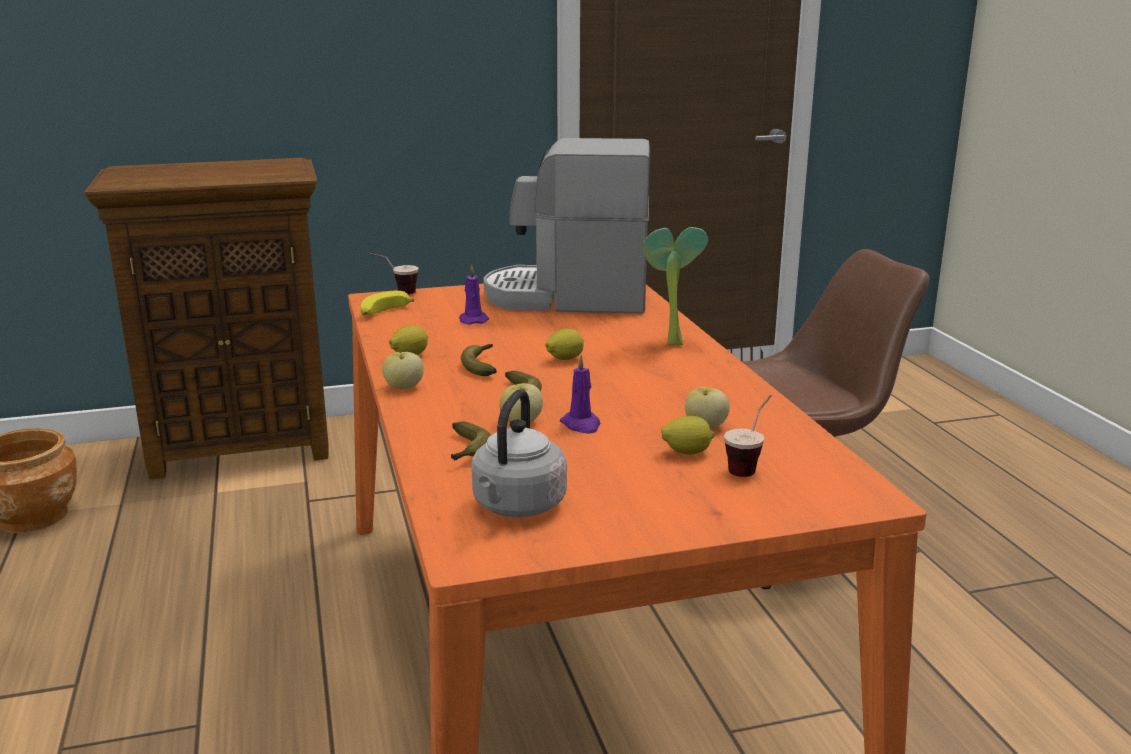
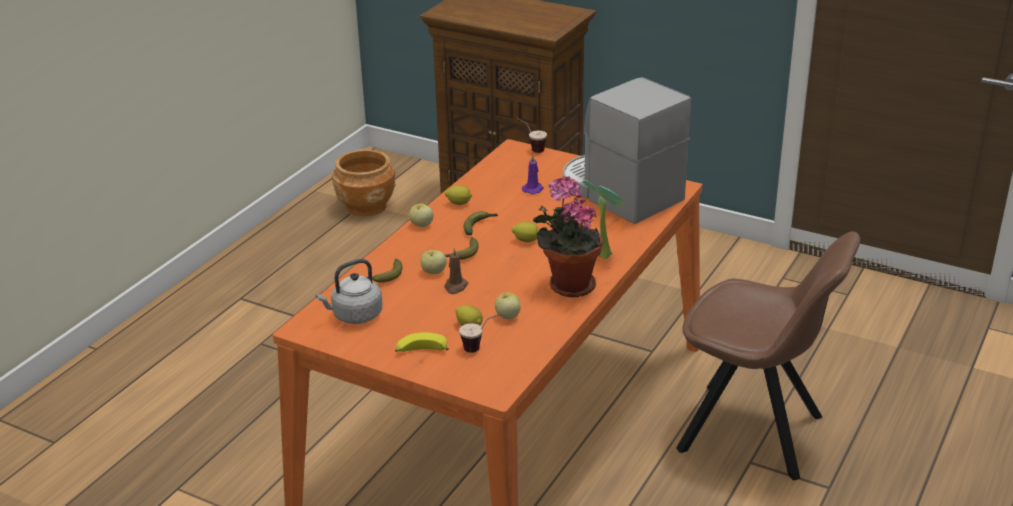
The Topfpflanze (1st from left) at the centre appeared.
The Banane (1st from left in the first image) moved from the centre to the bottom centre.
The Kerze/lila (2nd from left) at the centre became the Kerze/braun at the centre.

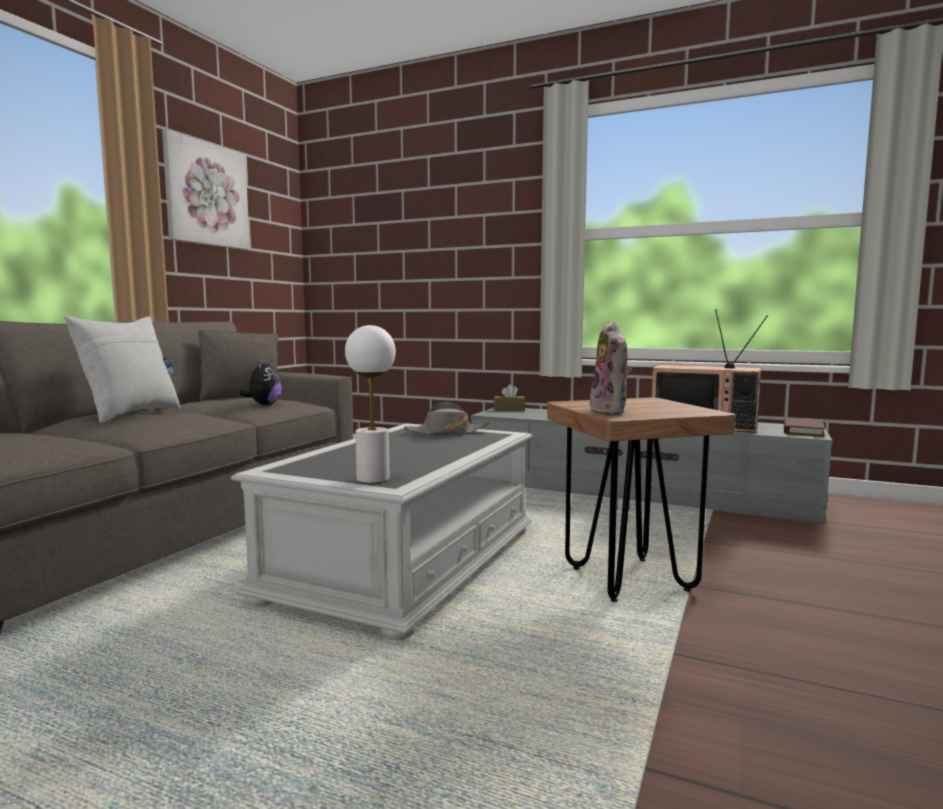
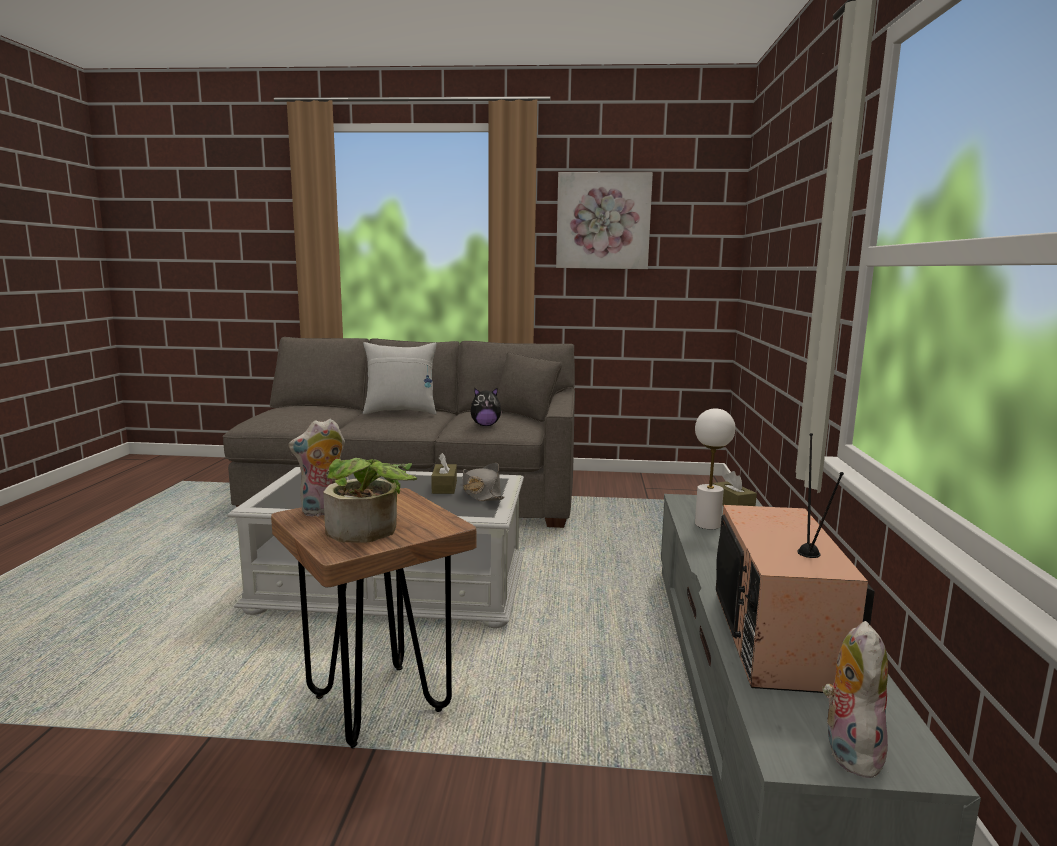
The Topfpflanze at the centre appeared.
The Taschentuchbox/braun (1st from left) at the centre appeared.
The Tischlampe/weiß moved from the centre to the middle right.
The Buch/braun at the middle right was replaced by the Plüschtier (3rd from left) at the bottom right.

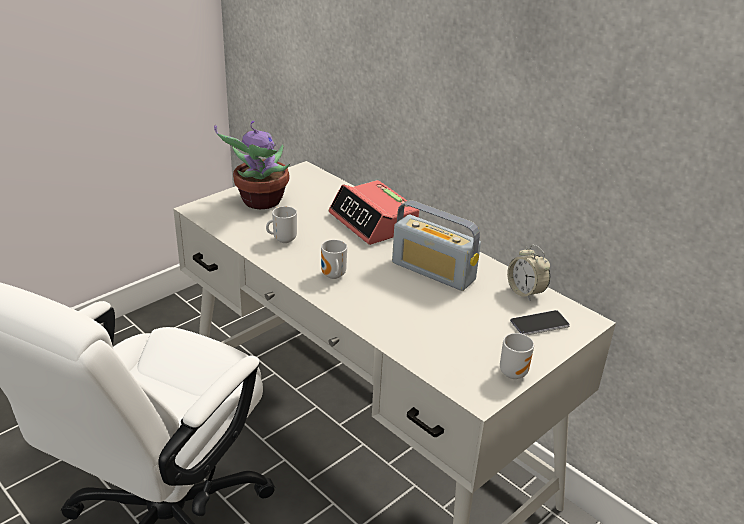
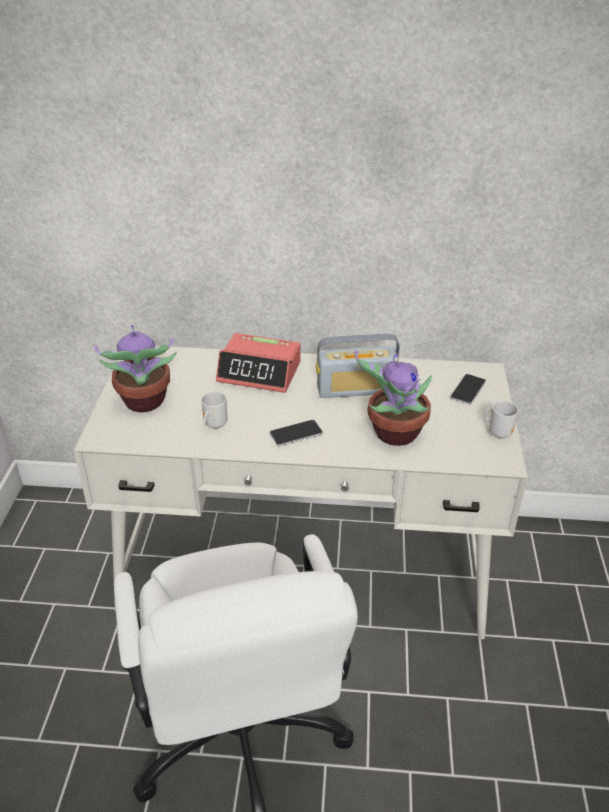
The Wecker (2nd from left) at the middle right disappeared.
The Topfpflanze (2nd from left) at the centre appeared.
The Henkelbecher (2nd from left) at the centre was replaced by the Handy (1st from left) at the centre.

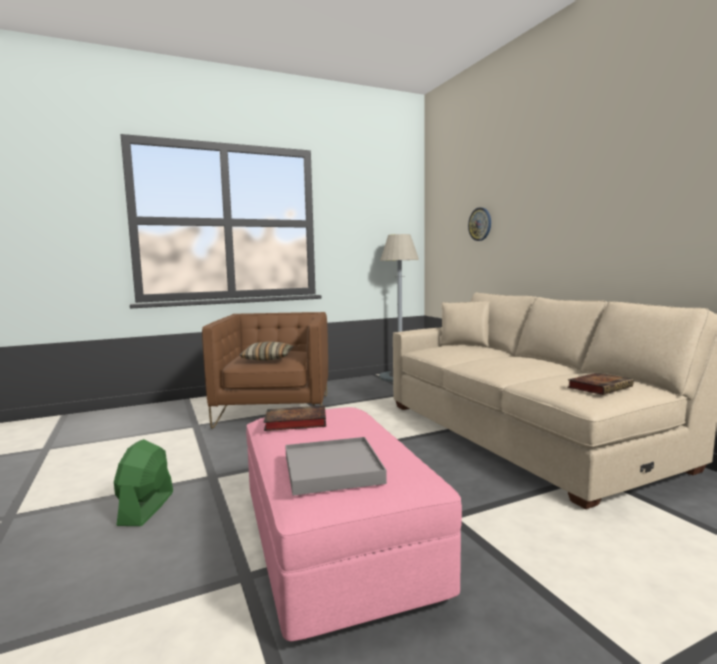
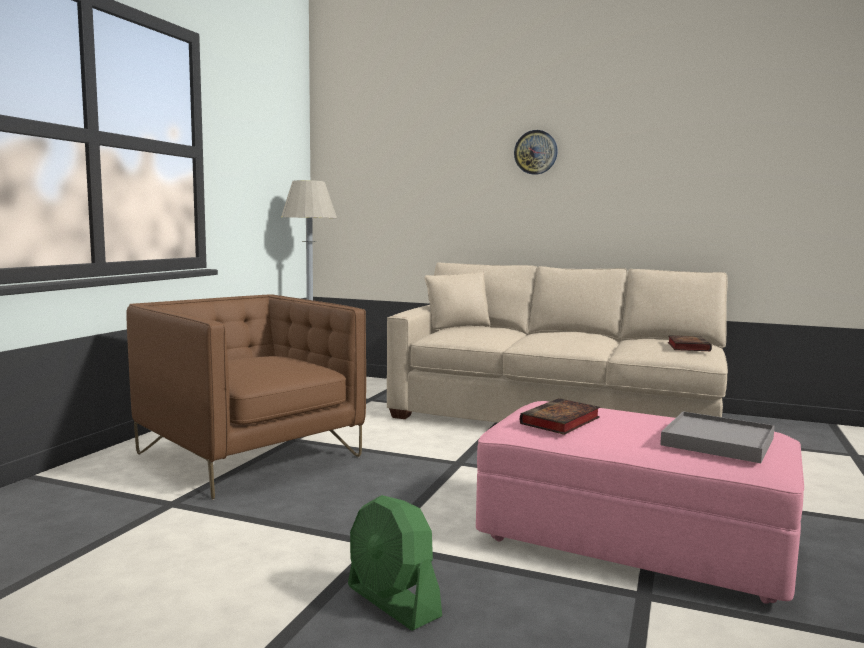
The Kissen at the centre disappeared.
The Wanduhr moved from the middle right to the top centre.

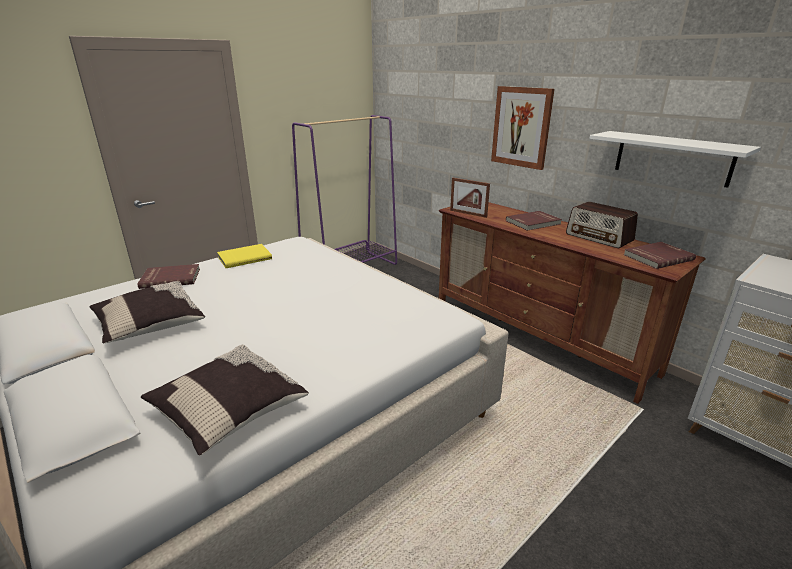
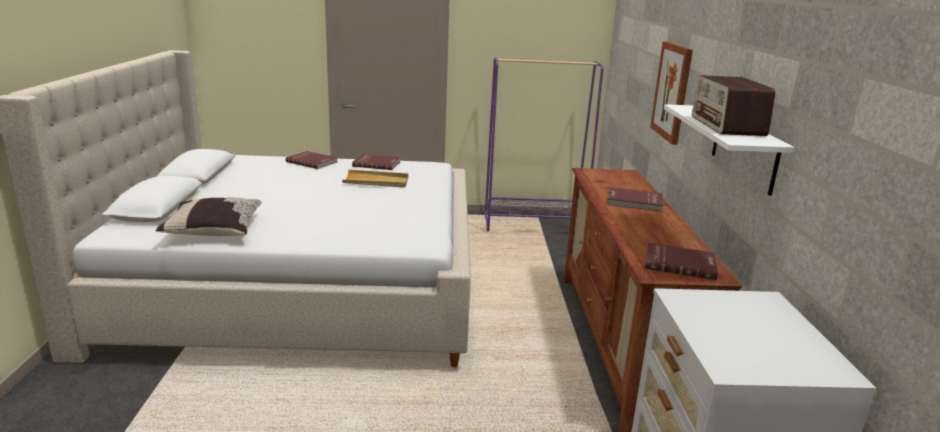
The Kissen (1st from left) at the middle left disappeared.
The Bilderrahmen at the centre disappeared.
The Tablett/beige at the centre appeared.
The Radio moved from the middle right to the top right.
The Buch/gelb at the middle left became the Buch/rot (2nd from left) at the centre.

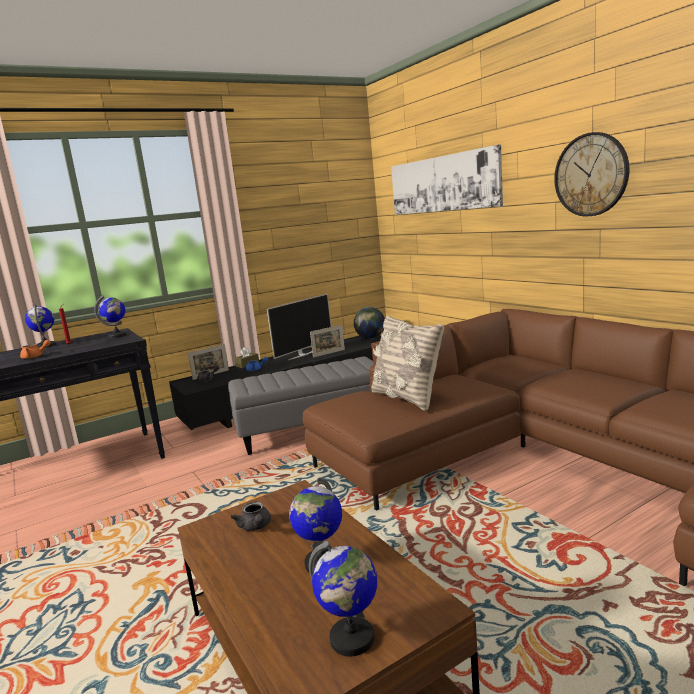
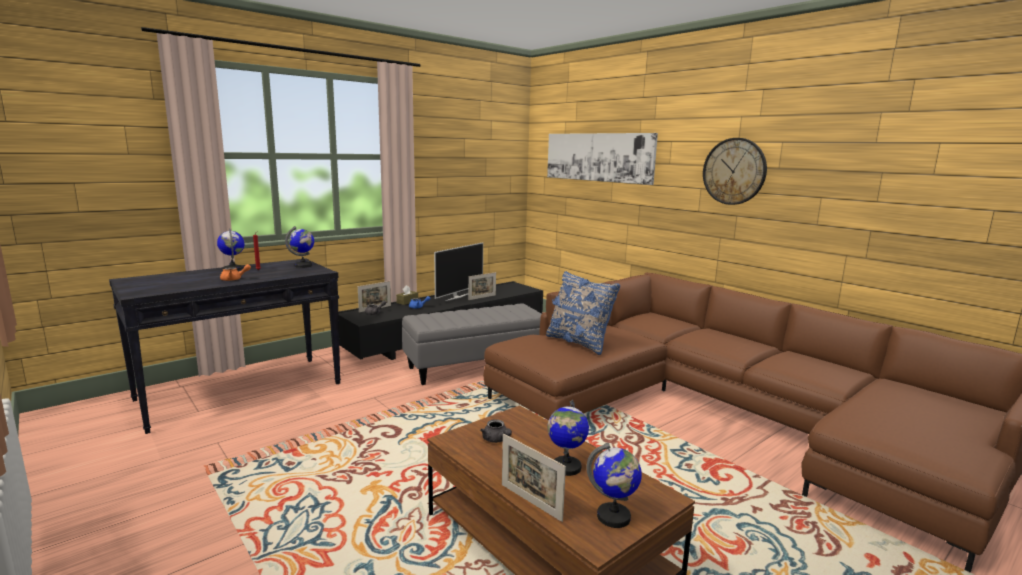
The Globus (5th from left) at the centre disappeared.
The Bilderrahmen (3rd from left) at the bottom centre appeared.
The Kissen/beige at the centre became the Kissen/blau at the centre.

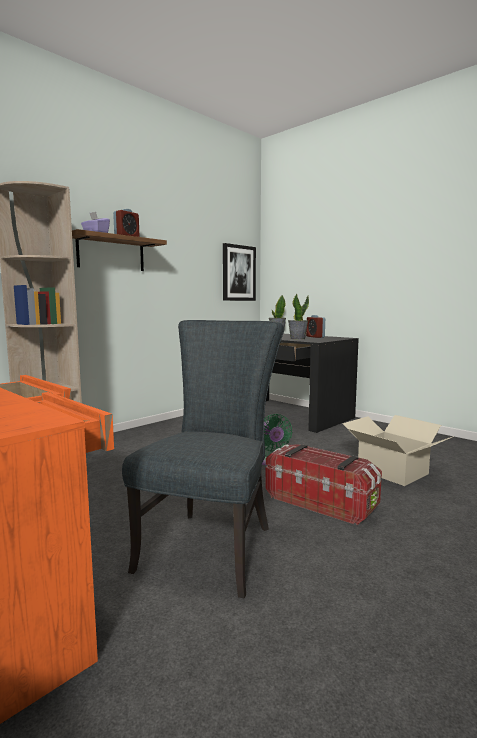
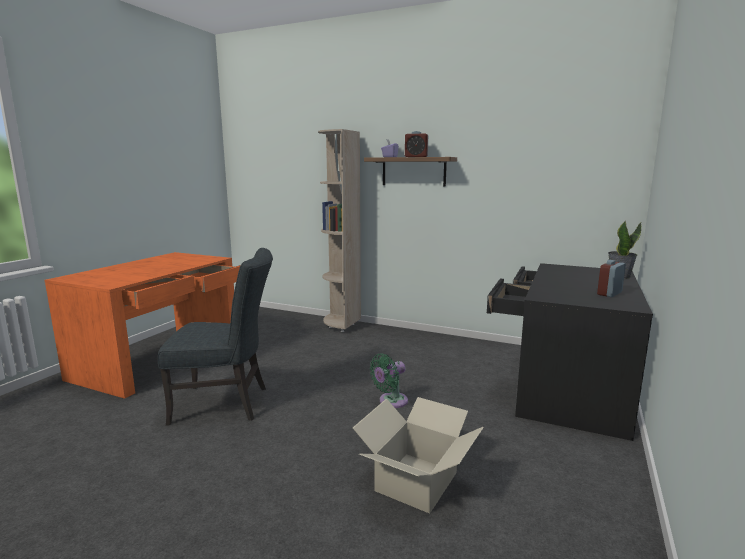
The Bild at the centre disappeared.
The Aufbewahrungsbox at the middle right disappeared.
The Topfpflanze (2nd from left) at the centre disappeared.

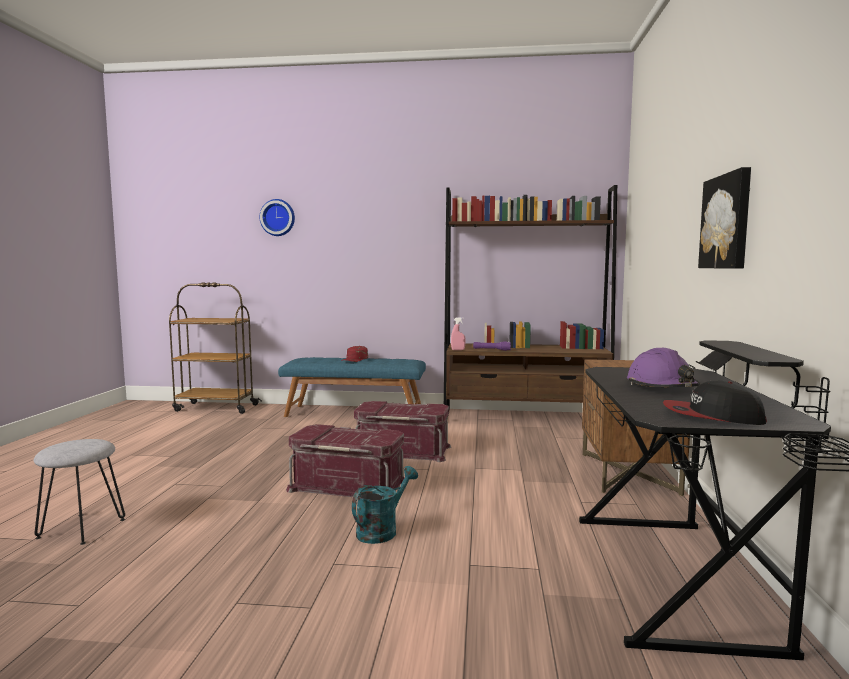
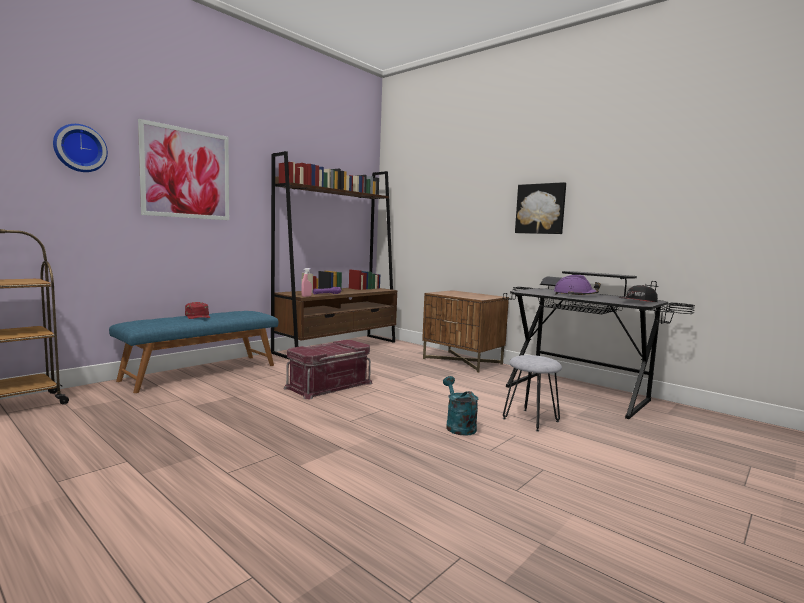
The Aufbewahrungsbox/rot (1st from left) at the bottom centre disappeared.
The Bild (1st from left) at the top left appeared.
The Hocker/grau moved from the bottom left to the centre.

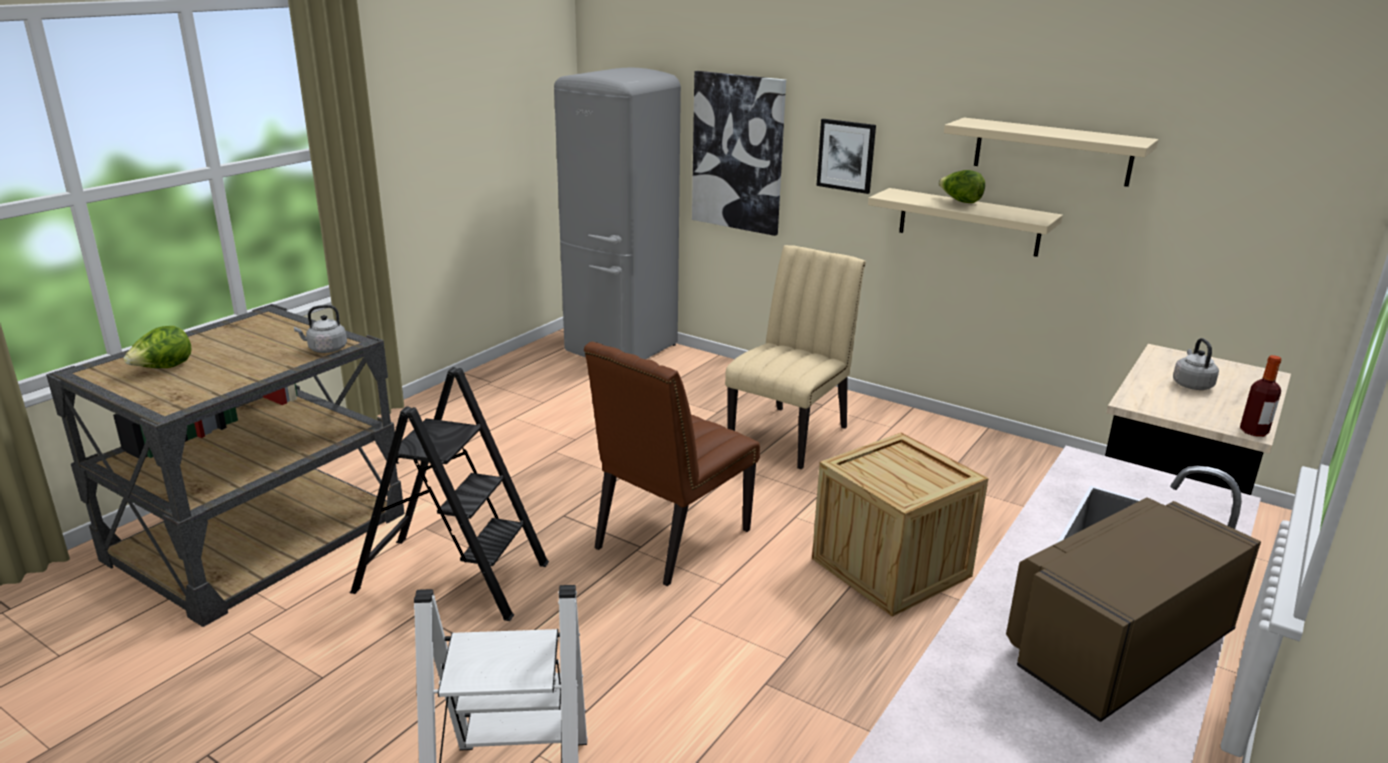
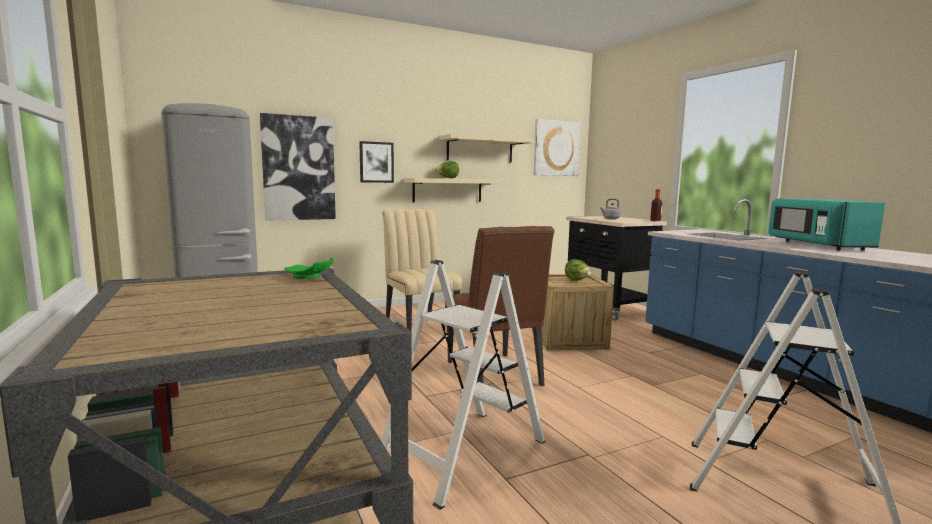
The Bild (3rd from left) at the top centre appeared.
The Salatkopf (1st from left in the first image) moved from the middle left to the centre.
The Wasserkessel/grau (1st from left) at the middle left was replaced by the Teller/grün at the middle left.
The Trittleiter/schwarz at the middle left became the Trittleiter/weiß (1st from left) at the bottom centre.
The Mikrowelle/braun at the bottom right became the Mikrowelle/türkis at the middle right.

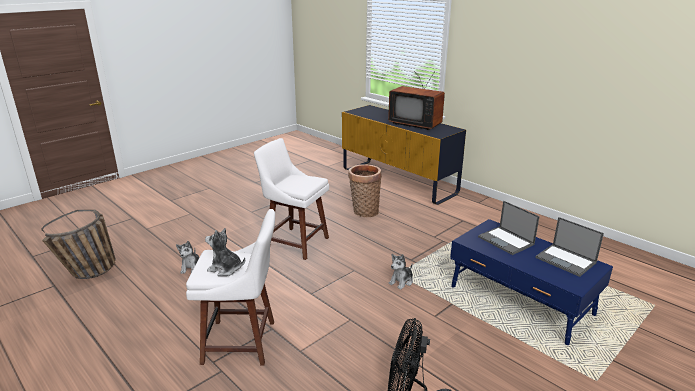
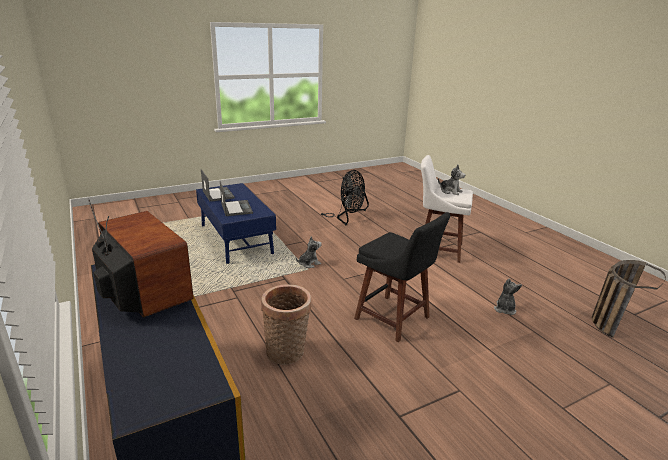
The Hocker/weiß (2nd from left) at the centre became the Hocker/schwarz at the centre.

